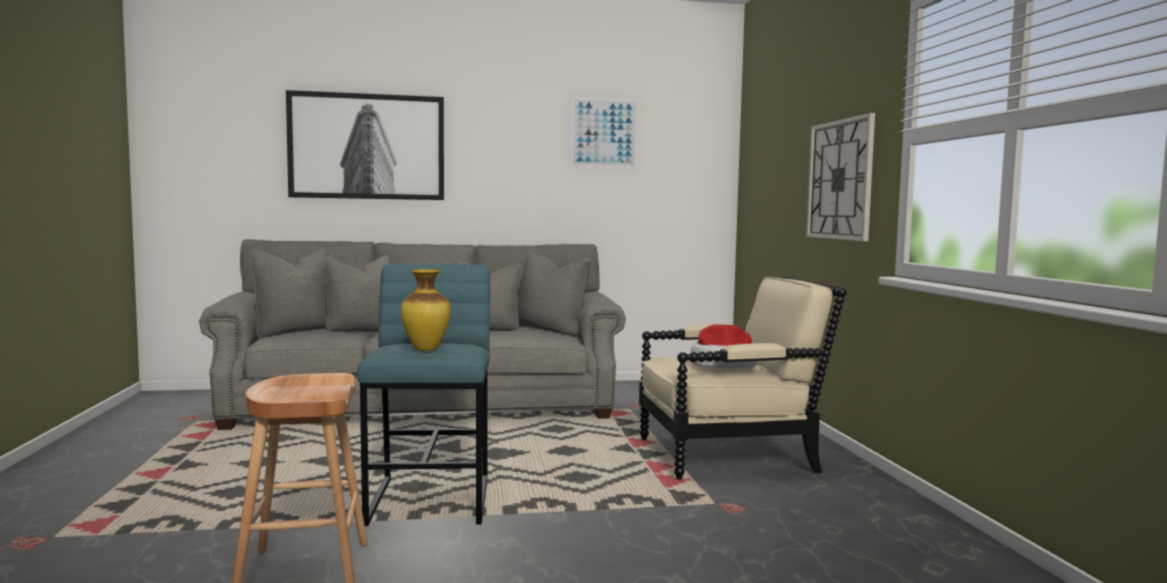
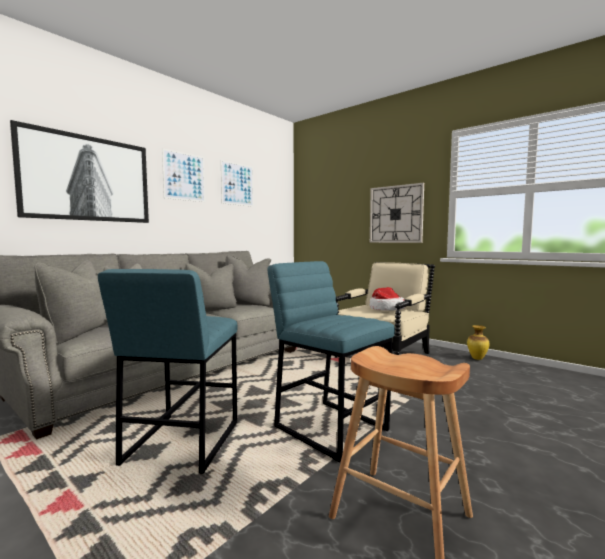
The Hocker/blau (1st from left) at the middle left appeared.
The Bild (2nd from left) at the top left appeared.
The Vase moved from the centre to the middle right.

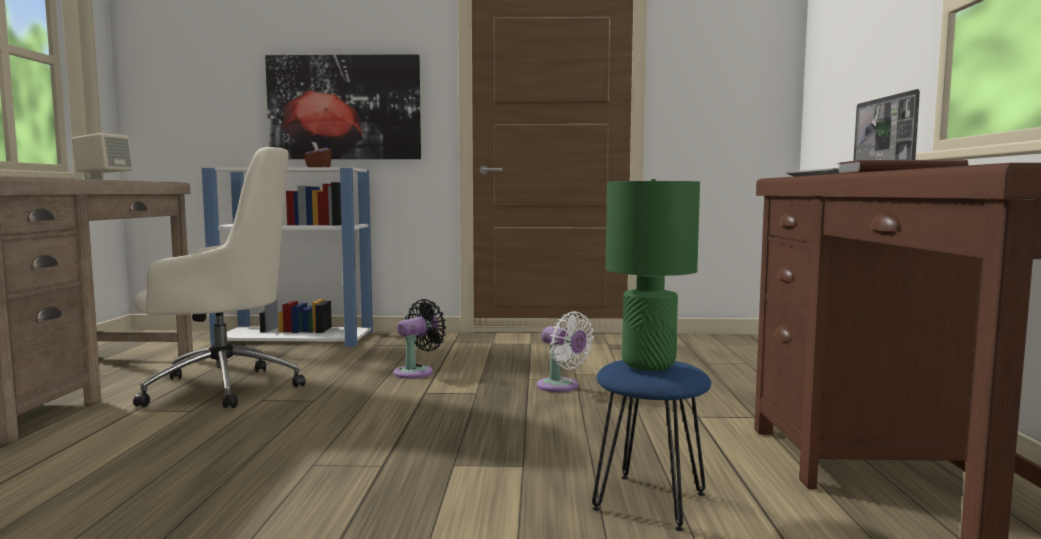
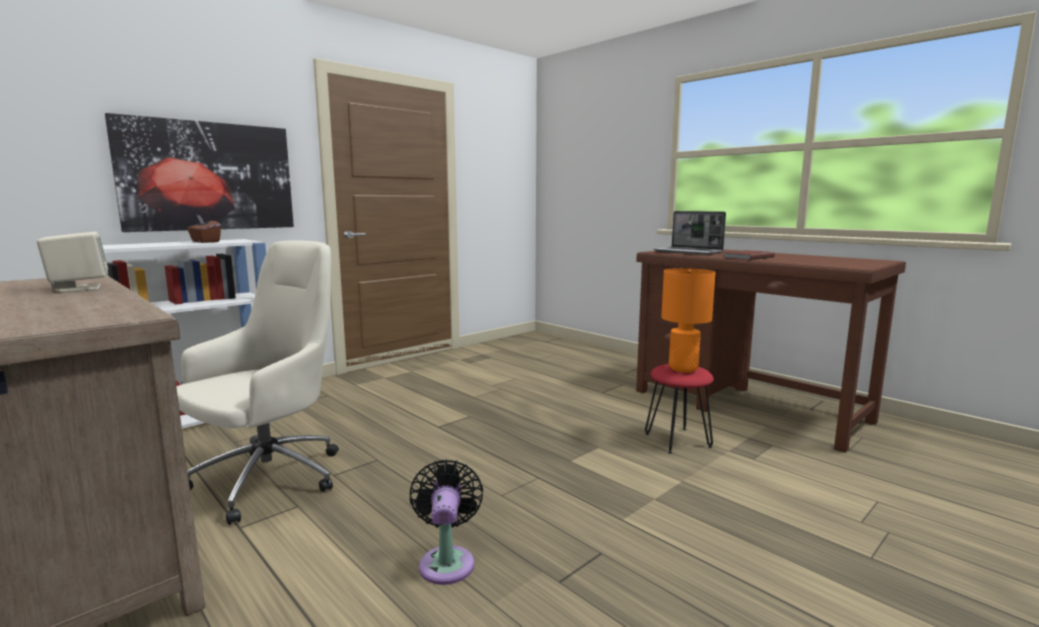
The Ventilator/weiß at the centre disappeared.
The Ventilator/schwarz moved from the centre to the bottom centre.
The Hocker/blau at the bottom centre became the Hocker/rot at the centre.
The Tischlampe/grün at the centre became the Tischlampe/orange at the centre.

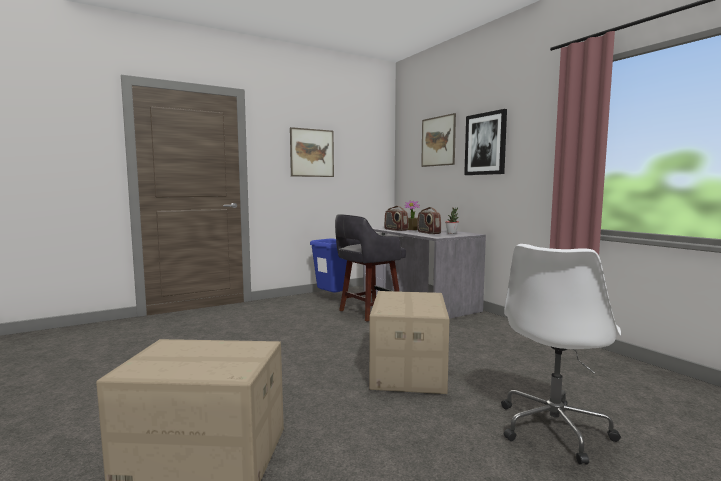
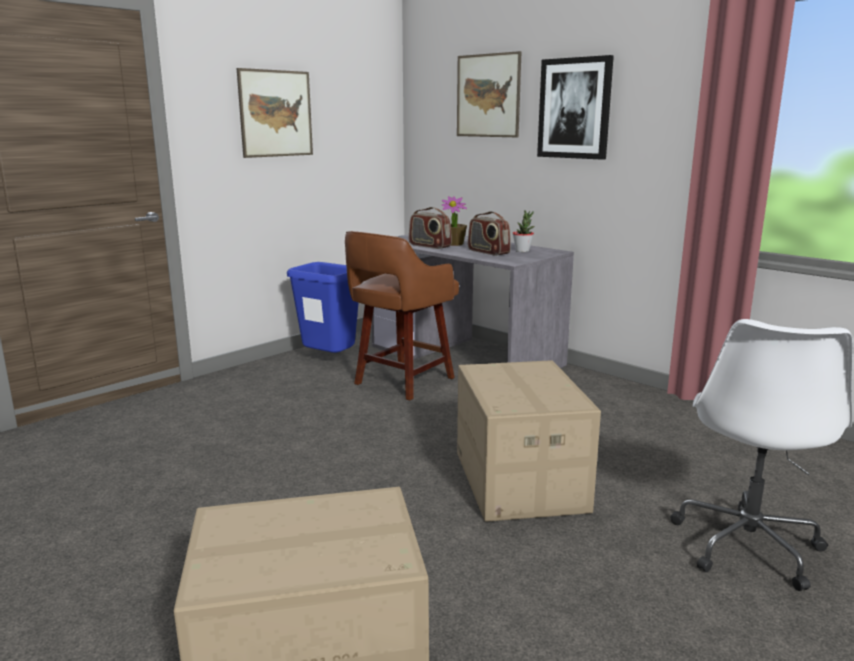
The Hocker/grau at the centre became the Hocker/braun at the centre.

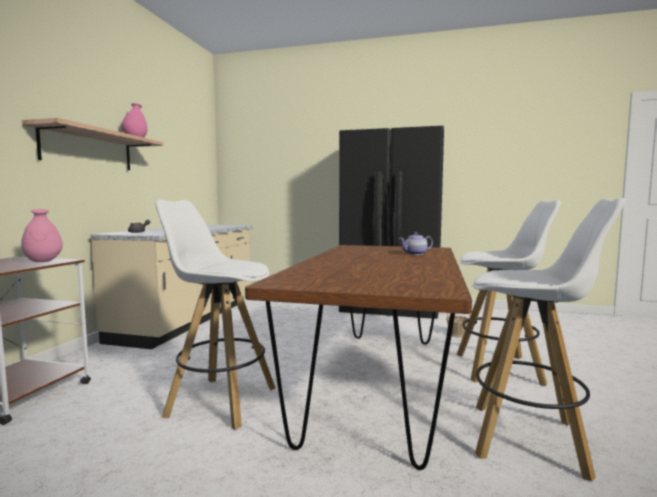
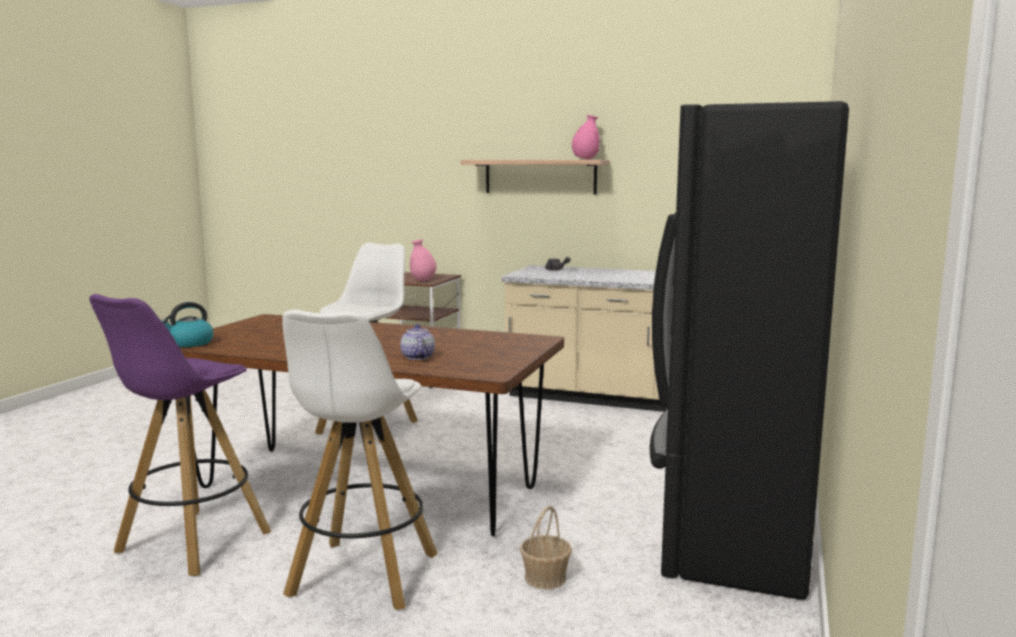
The Wasserkessel at the middle left appeared.
The Hocker/weiß (3rd from left) at the bottom right became the Hocker/lila at the bottom left.

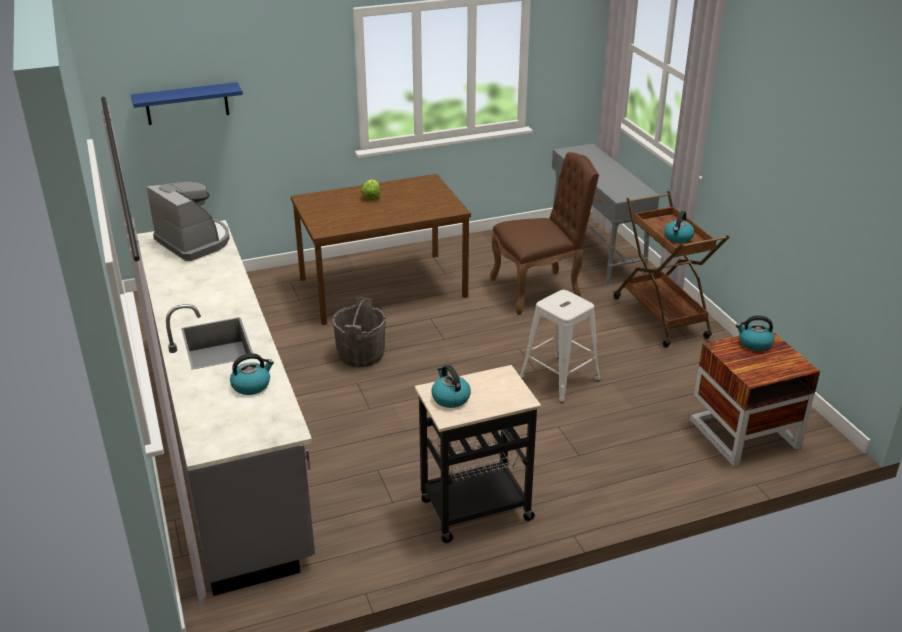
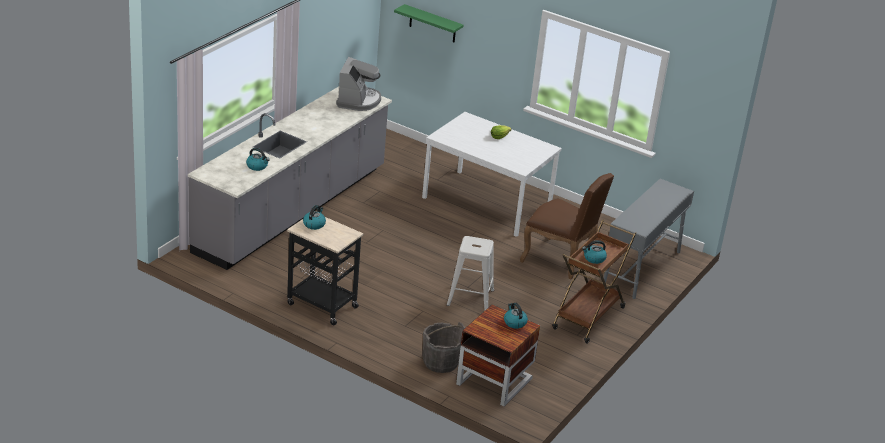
The Eimer/grau moved from the centre to the bottom centre.
The Wandregal/blau at the top left became the Wandregal/grün at the top centre.
The Esstisch/braun at the centre became the Esstisch/weiß at the centre.

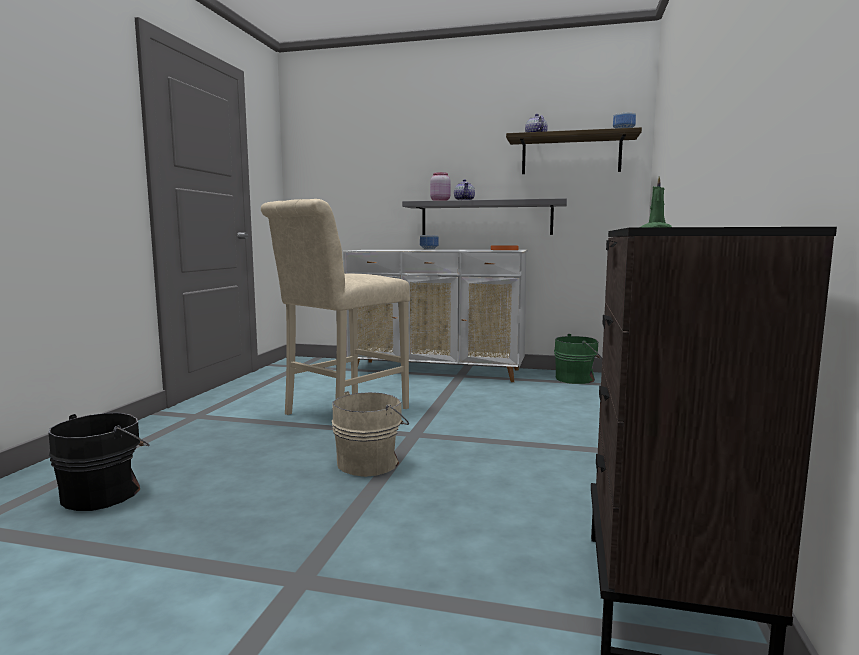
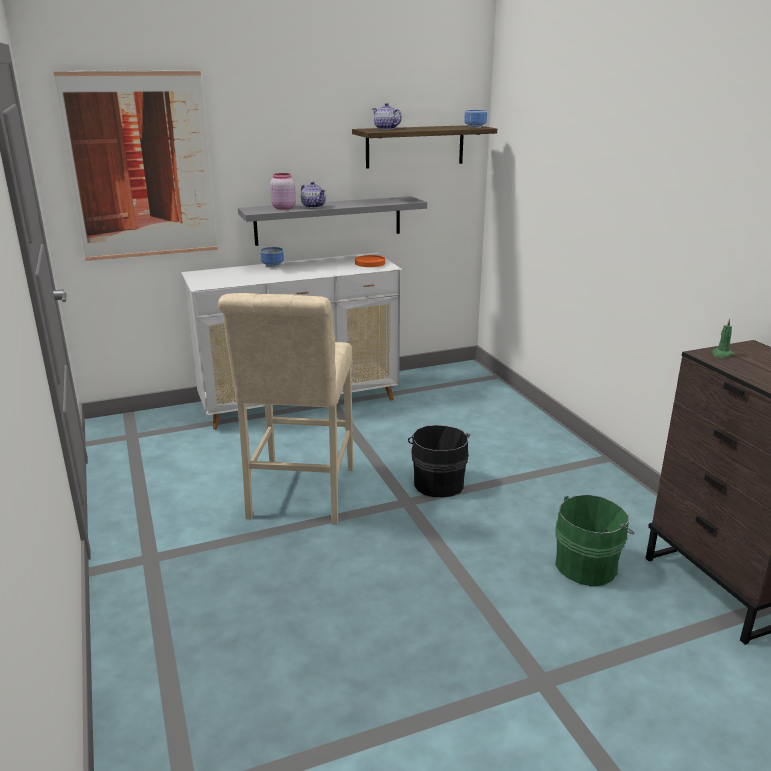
The Eimer/beige at the centre disappeared.
The Bild at the top left appeared.
The Eimer/schwarz moved from the bottom left to the centre.
The Eimer/grün moved from the middle right to the bottom right.

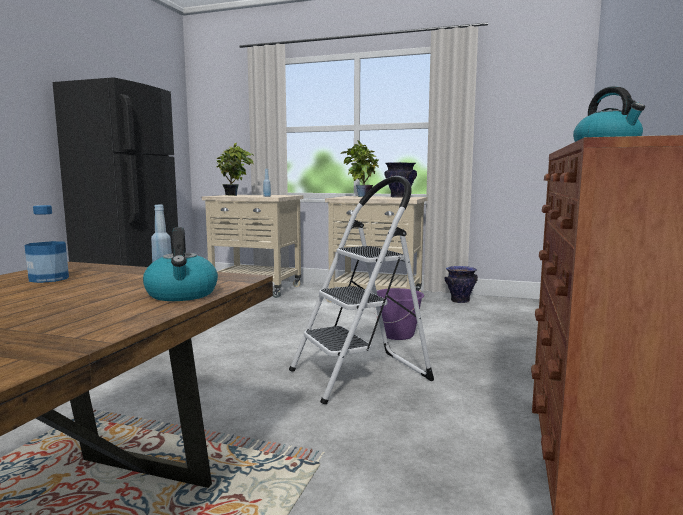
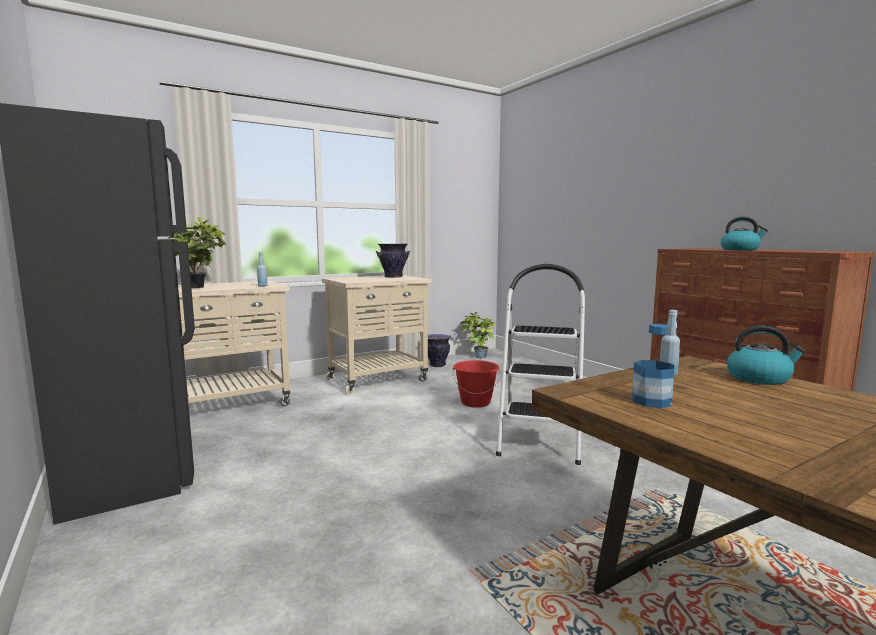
The Topfpflanze (2nd from left) moved from the top centre to the centre.
The Eimer/lila at the centre became the Eimer/rot at the centre.

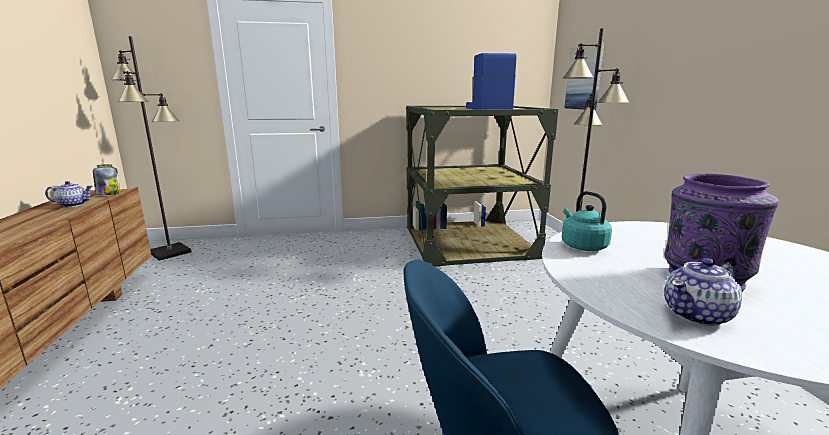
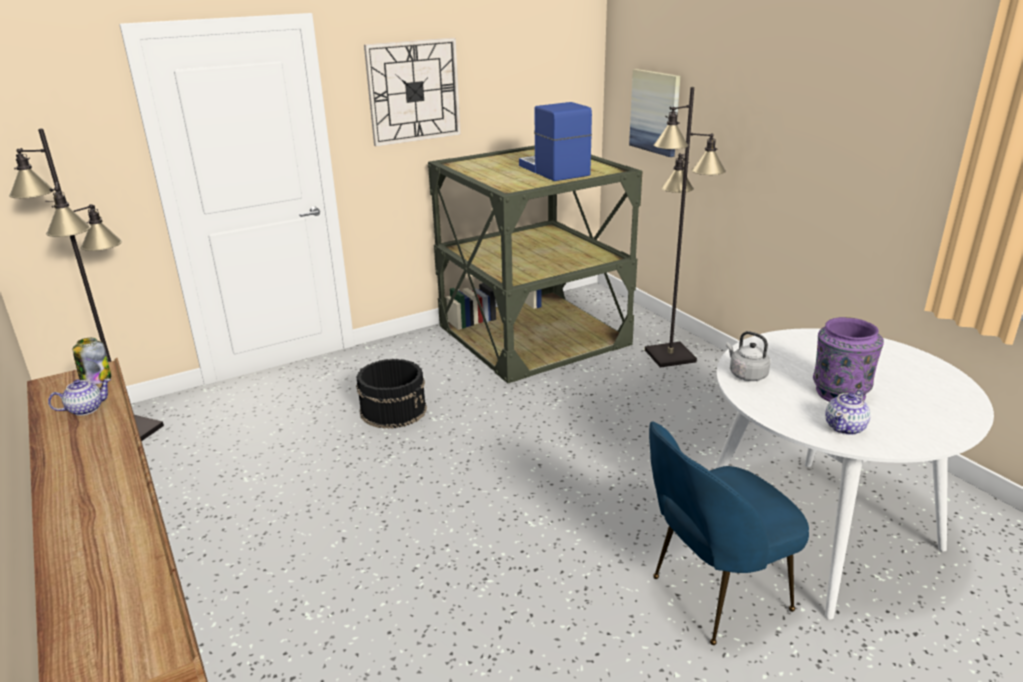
The Eimer/schwarz at the centre appeared.
The Wanduhr at the top centre appeared.
The Wasserkessel/türkis at the middle right became the Wasserkessel/grau at the middle right.

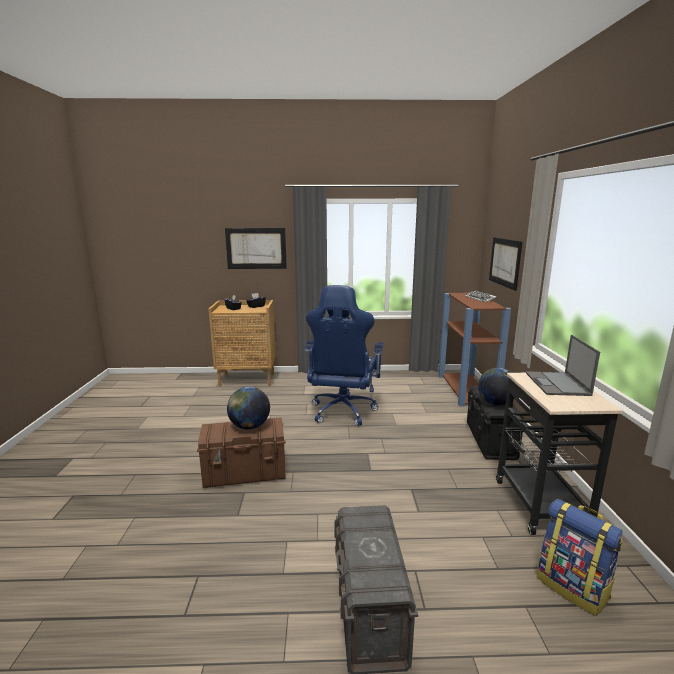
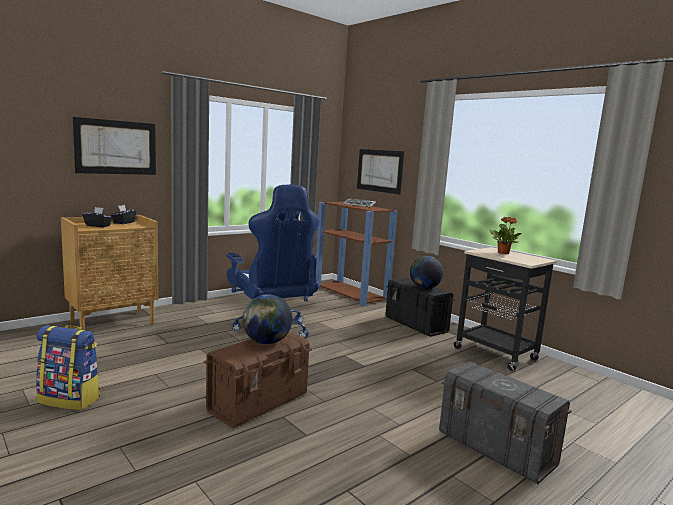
The Rucksack moved from the bottom right to the bottom left.
The Laptop at the middle right was replaced by the Topfpflanze at the middle right.

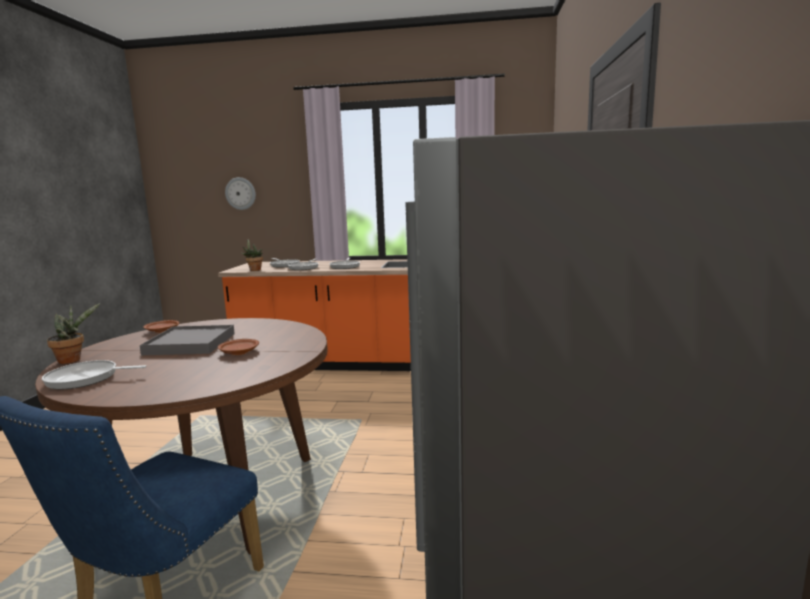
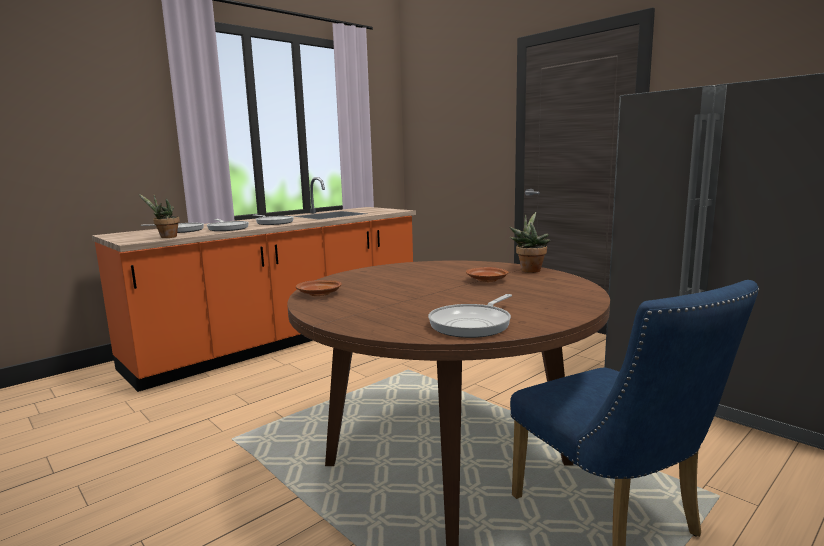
The Tablett/grau at the middle left disappeared.
The Wanduhr at the top left disappeared.
The Topfpflanze (1st from left in the first image) moved from the middle left to the centre.

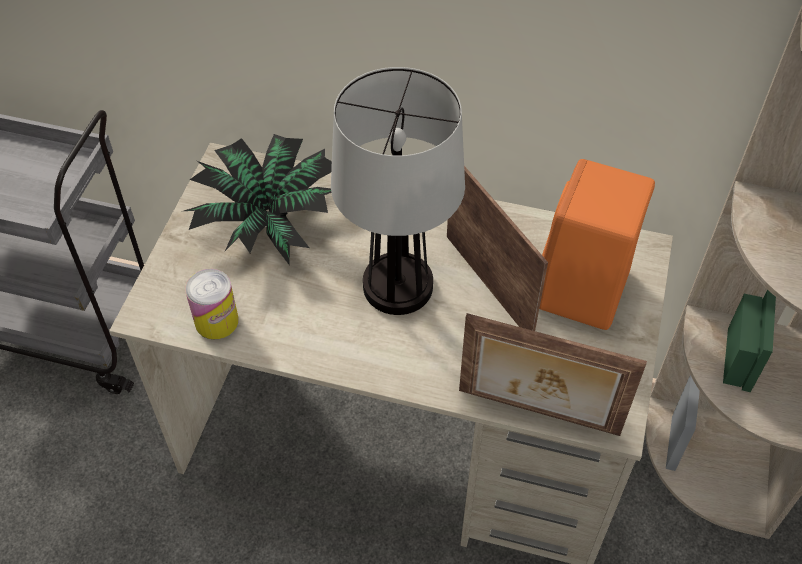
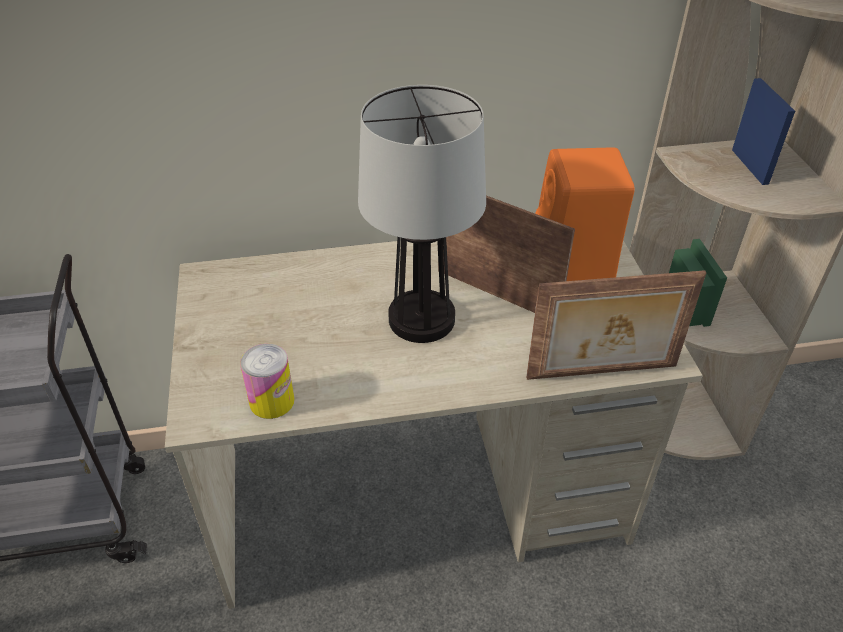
The Topfpflanze at the middle left disappeared.

